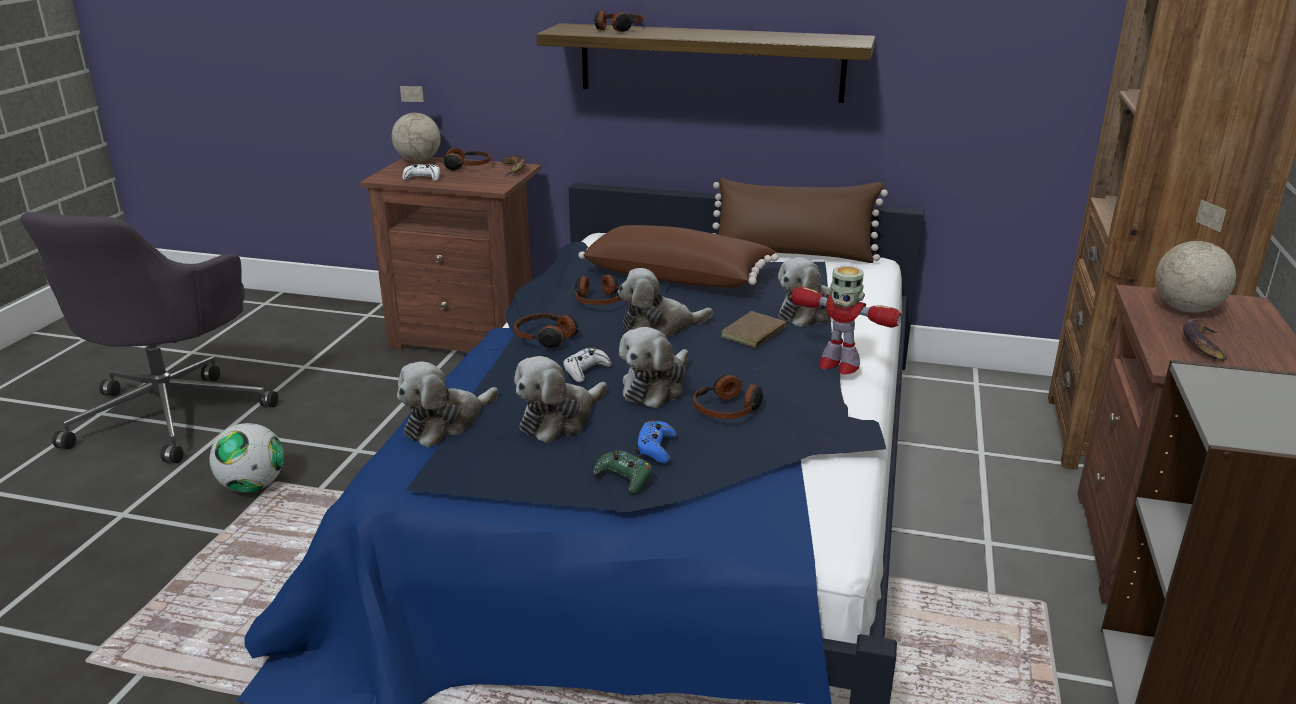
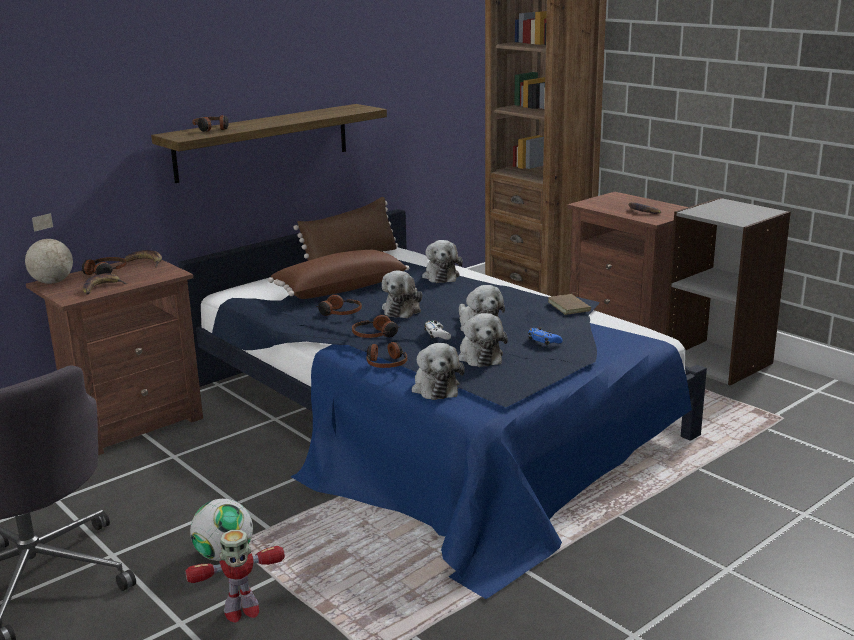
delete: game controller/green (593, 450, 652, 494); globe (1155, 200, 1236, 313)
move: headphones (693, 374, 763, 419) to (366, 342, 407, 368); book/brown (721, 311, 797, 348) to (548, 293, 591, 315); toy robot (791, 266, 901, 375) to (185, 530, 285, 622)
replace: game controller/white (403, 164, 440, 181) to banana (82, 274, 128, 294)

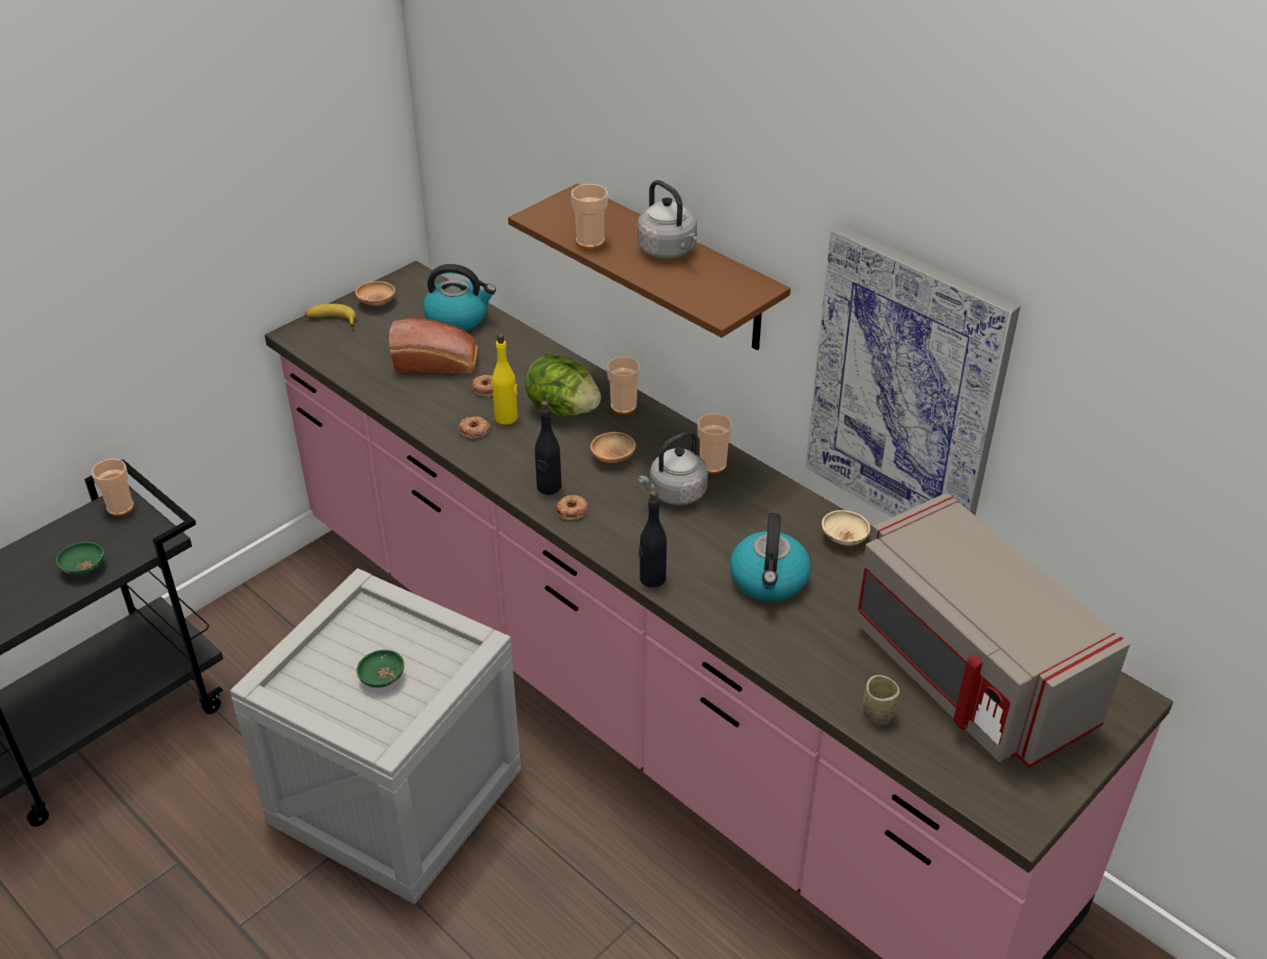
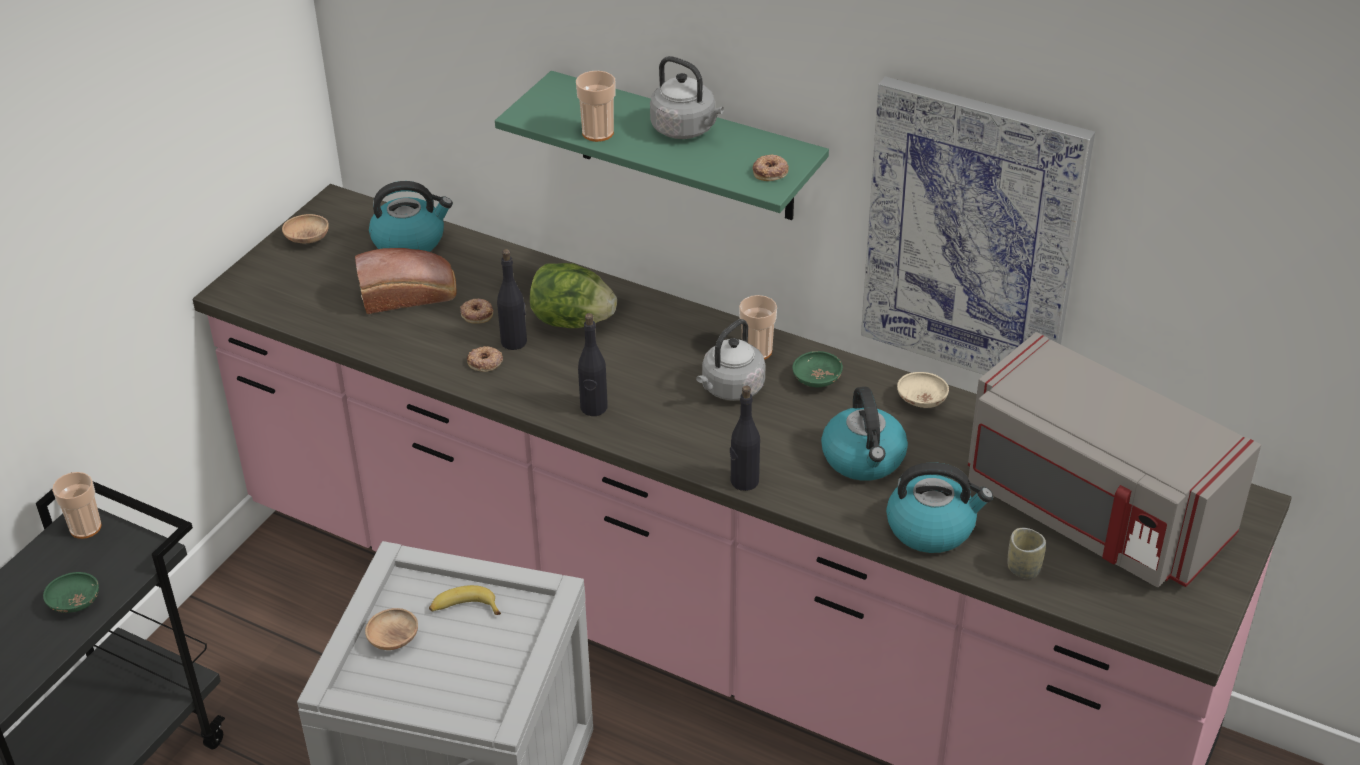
delete: cup (607, 357, 640, 414)
insert: kettle (886, 462, 993, 553)
move: banana (305, 304, 356, 327) to (429, 585, 501, 615); bowl/green (357, 650, 404, 688) to (792, 351, 843, 387); donut (556, 495, 588, 520) to (753, 154, 789, 181); bowl/brown (590, 432, 636, 463) to (365, 608, 418, 650)
recolor: bottle/yellow (492, 333, 518, 425) to bottle/black (497, 249, 527, 350); shelf/brown (508, 183, 791, 350) to shelf/green (495, 71, 829, 220)

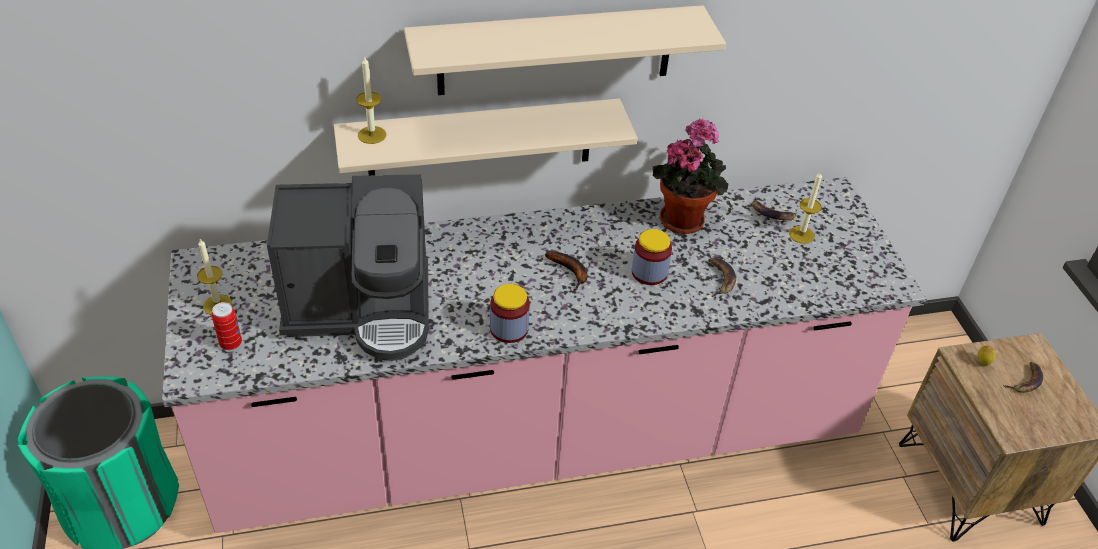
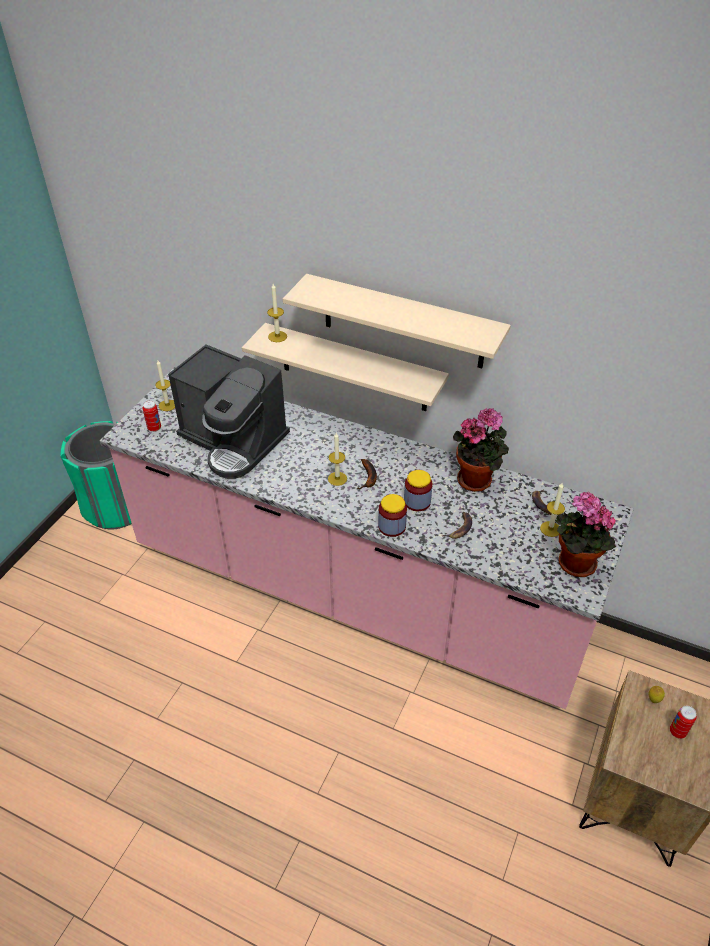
insert: candle (328, 433, 347, 486); potted plant (555, 492, 616, 577)
move: jar (490, 284, 530, 343) to (378, 494, 407, 537)
replace: banana (1003, 362, 1043, 393) to can (670, 705, 697, 739)

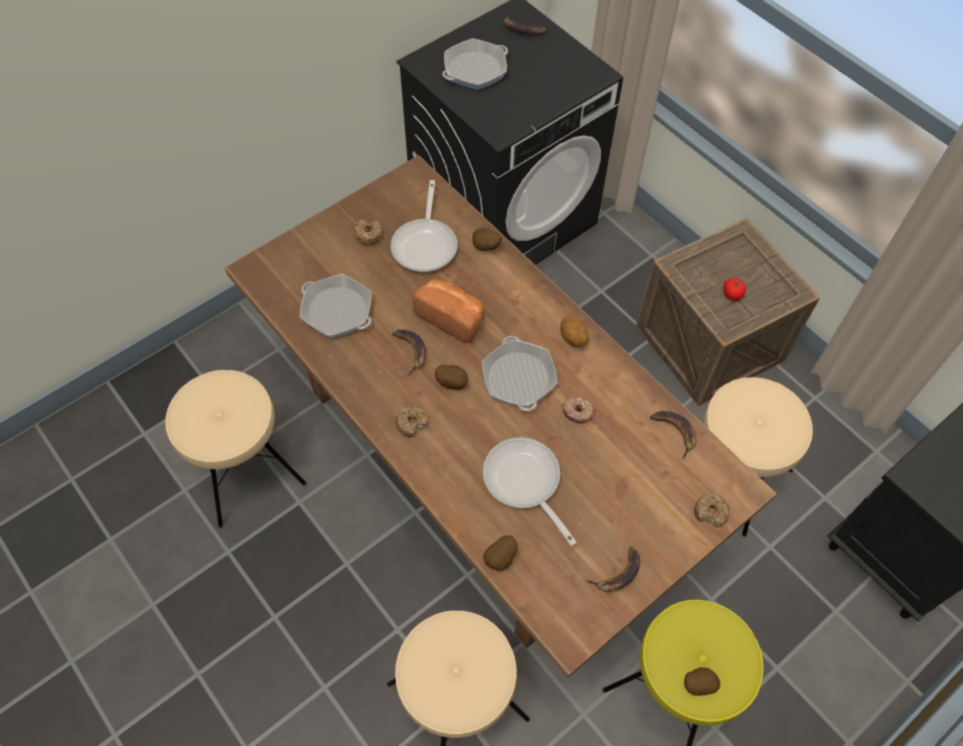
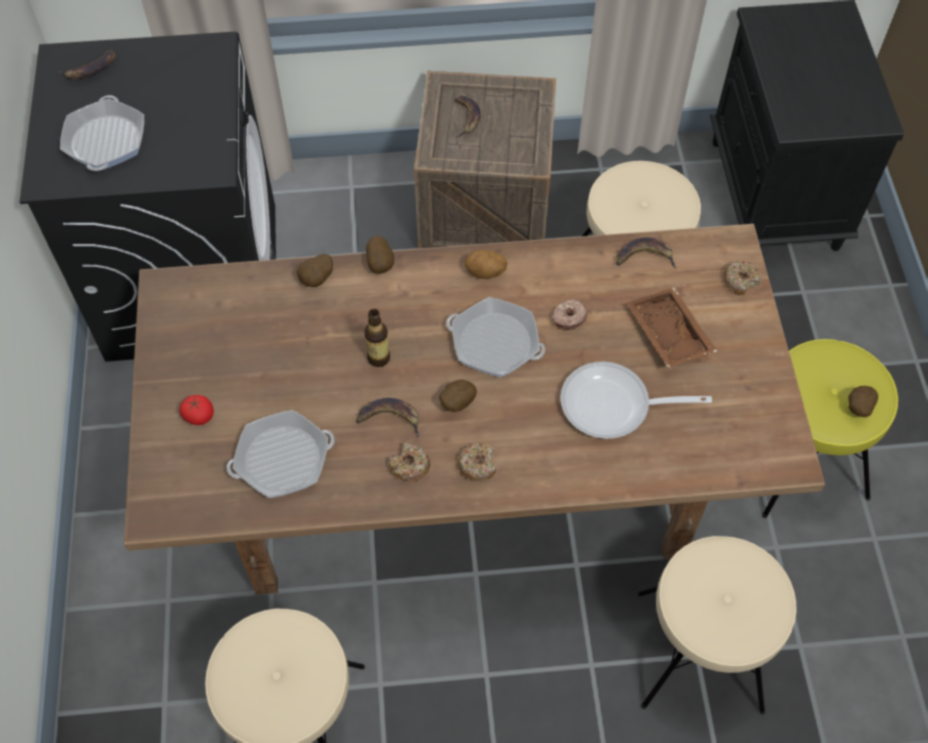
delete: frying pan (391, 180, 457, 272)
insert: tray/brown (626, 288, 717, 368)
move: donut (354, 219, 383, 245) to (389, 443, 430, 482); potato (483, 535, 518, 571) to (366, 236, 394, 274); banana (586, 547, 640, 592) to (455, 96, 481, 138); tomato (723, 278, 746, 301) to (179, 395, 214, 425)
replace: bread (412, 279, 485, 343) to bottle (364, 309, 390, 367)

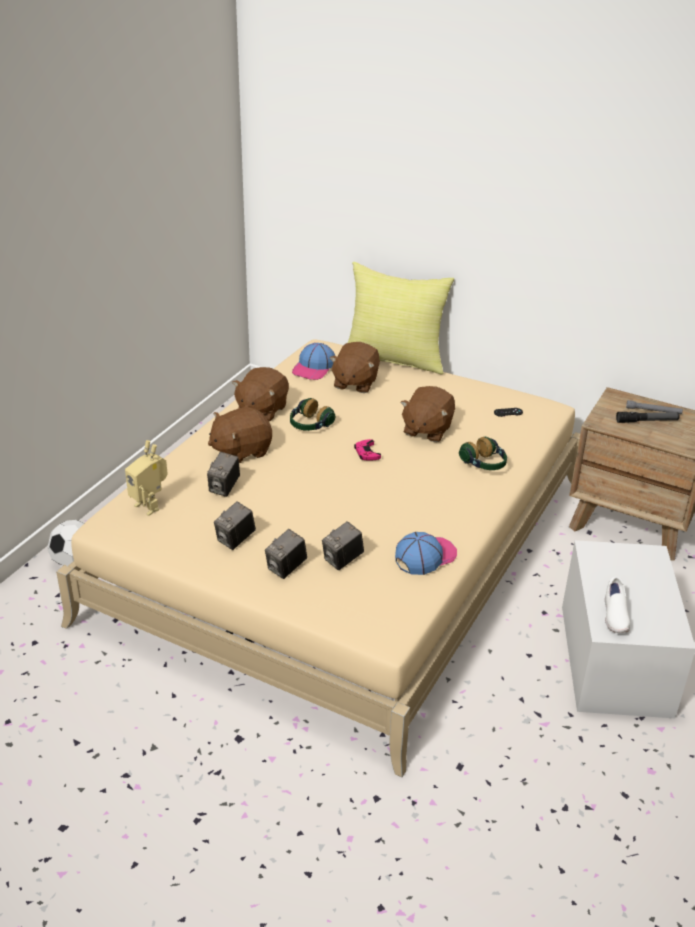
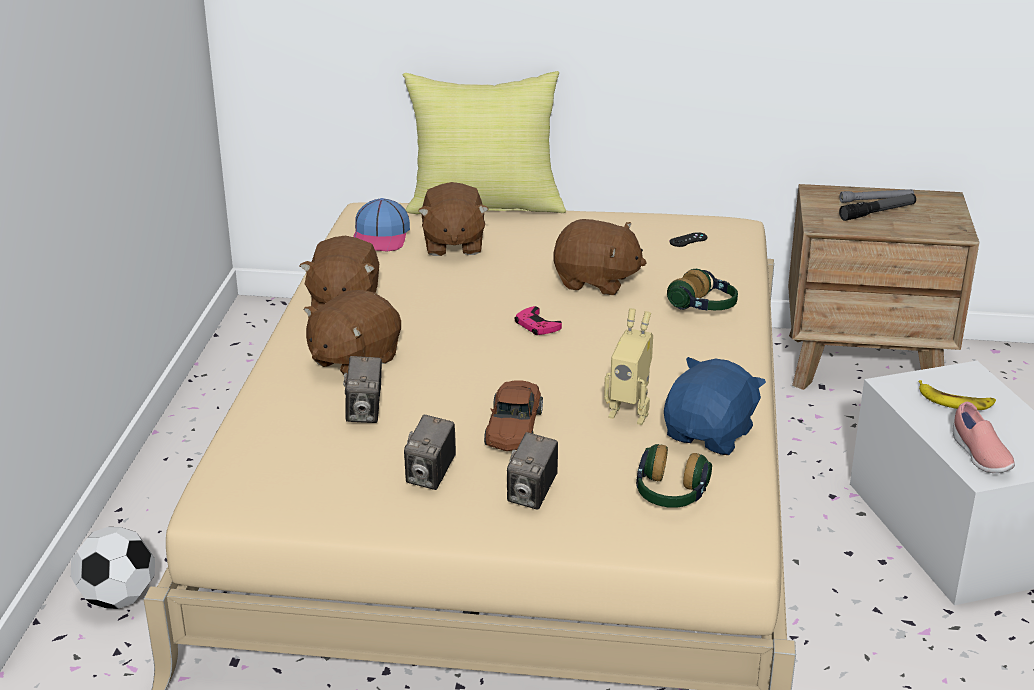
delete: photo camera (322, 521, 364, 570)
insert: toy car/brown (484, 380, 543, 451); banana (918, 380, 996, 410)
move: toy robot (125, 440, 168, 516) to (604, 308, 653, 425); headphones (290, 398, 335, 431) to (636, 444, 712, 508)
replace: cap (395, 532, 457, 575) to plush toy/blue (664, 357, 766, 455)
recolor: shoe/white (605, 577, 630, 633) to shoe/pink (952, 402, 1015, 473)
rotate: plush toy/brown (400, 386, 455, 442) = (553, 219, 647, 295) 75 degrees counterclockwise

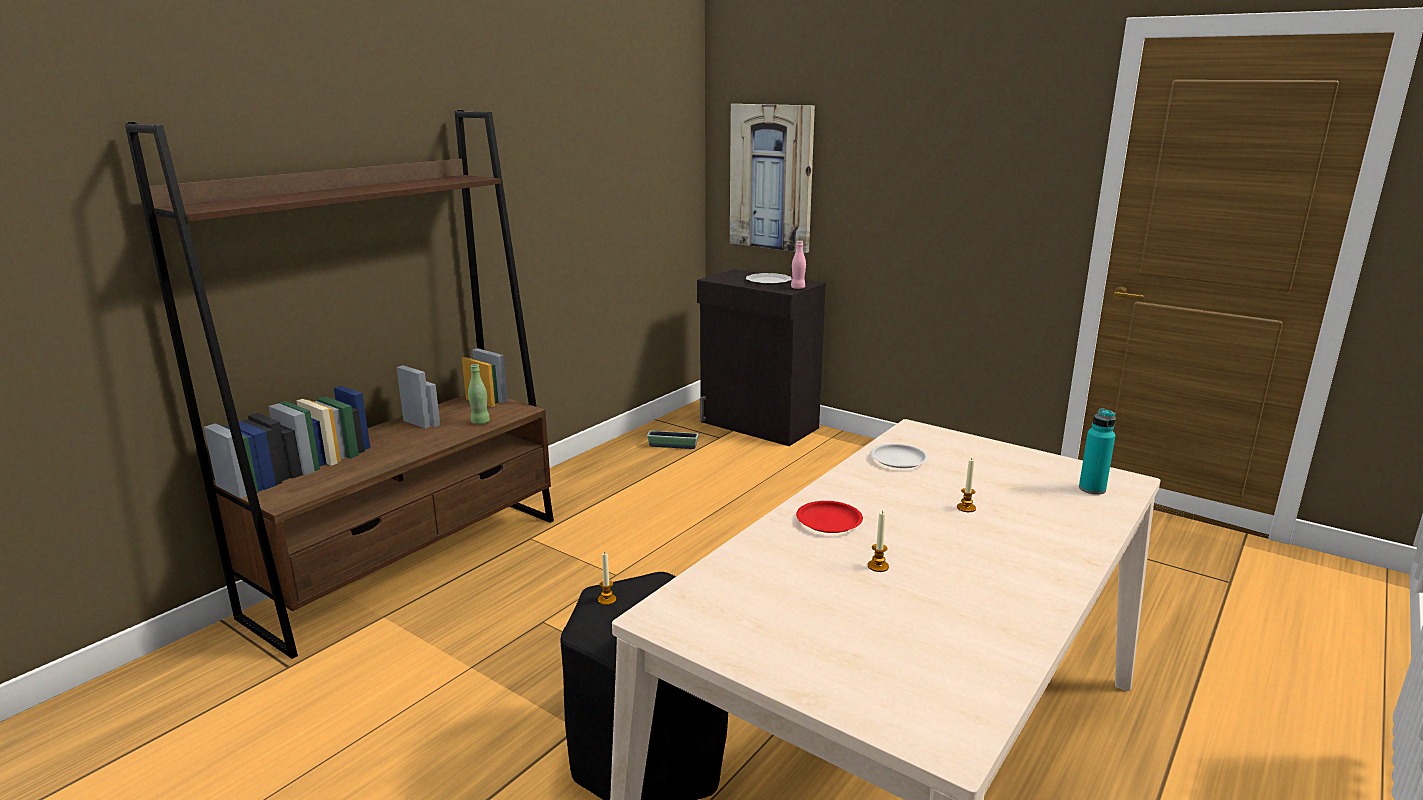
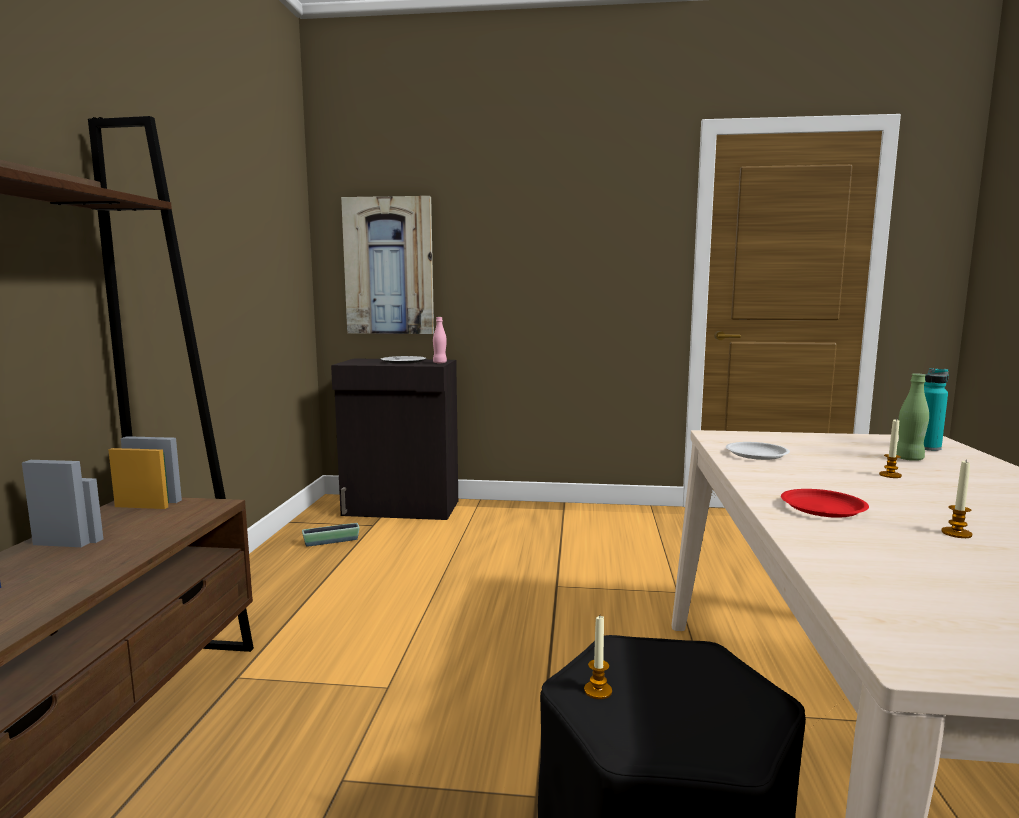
move: bottle/green (468, 364, 490, 424) to (896, 373, 929, 461)

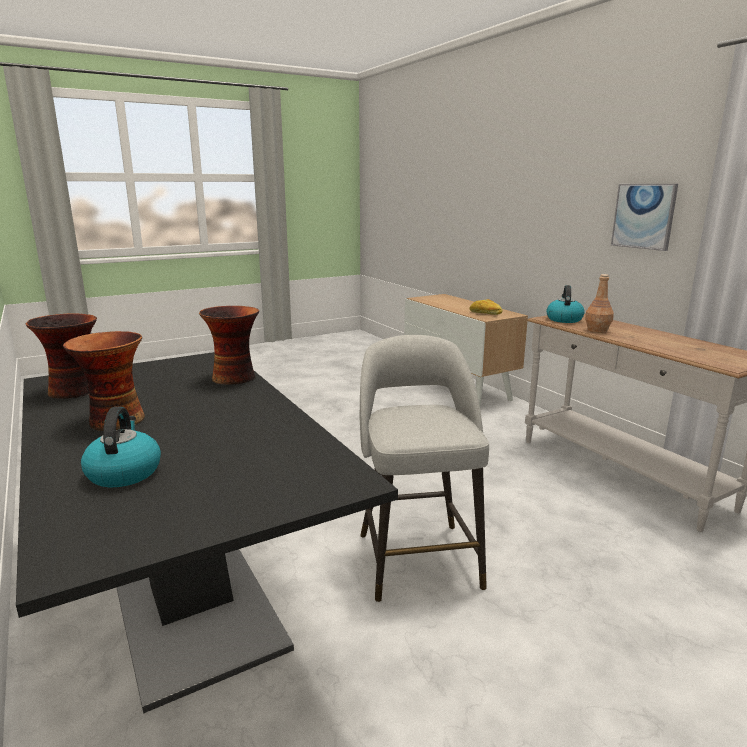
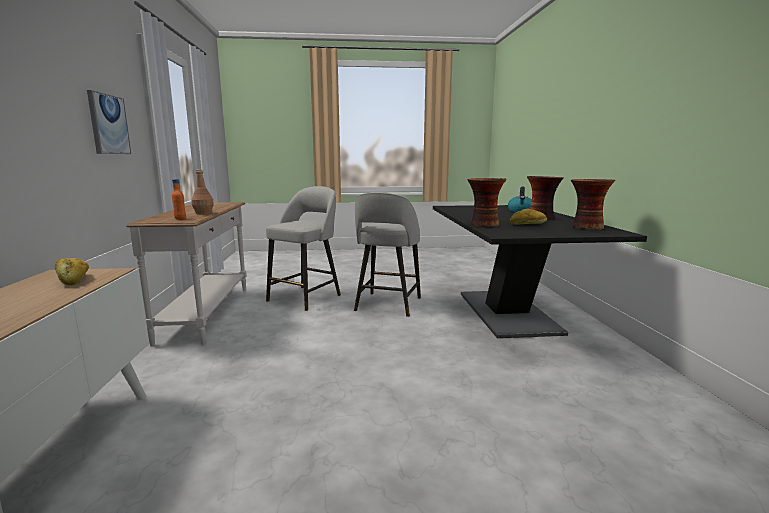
insert: stool/grey (266, 186, 341, 311); bread (510, 208, 547, 224)
replace: kettle (546, 285, 585, 323) to bottle/orange (172, 179, 186, 220)

